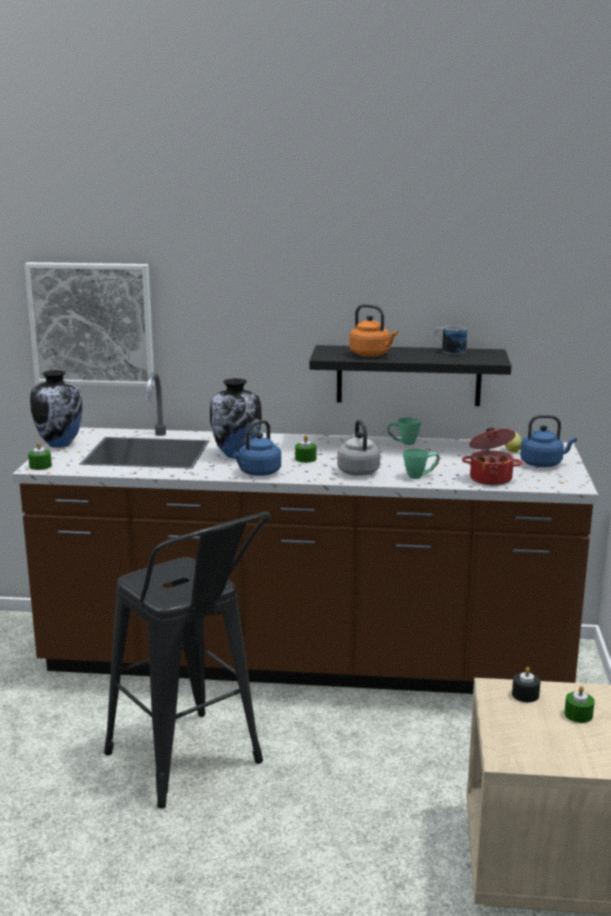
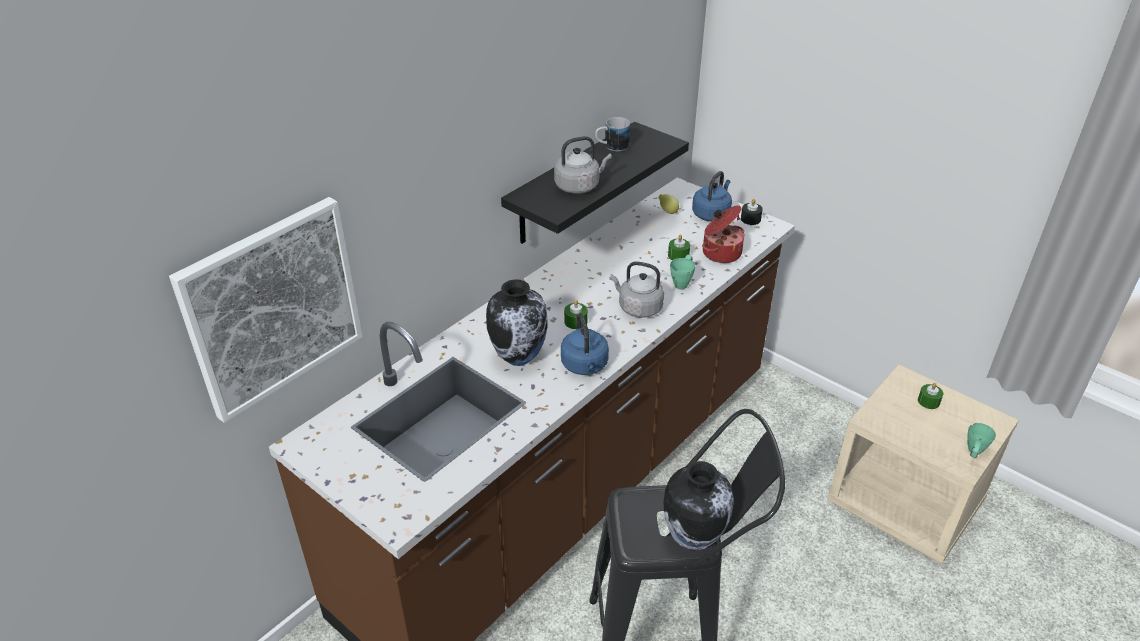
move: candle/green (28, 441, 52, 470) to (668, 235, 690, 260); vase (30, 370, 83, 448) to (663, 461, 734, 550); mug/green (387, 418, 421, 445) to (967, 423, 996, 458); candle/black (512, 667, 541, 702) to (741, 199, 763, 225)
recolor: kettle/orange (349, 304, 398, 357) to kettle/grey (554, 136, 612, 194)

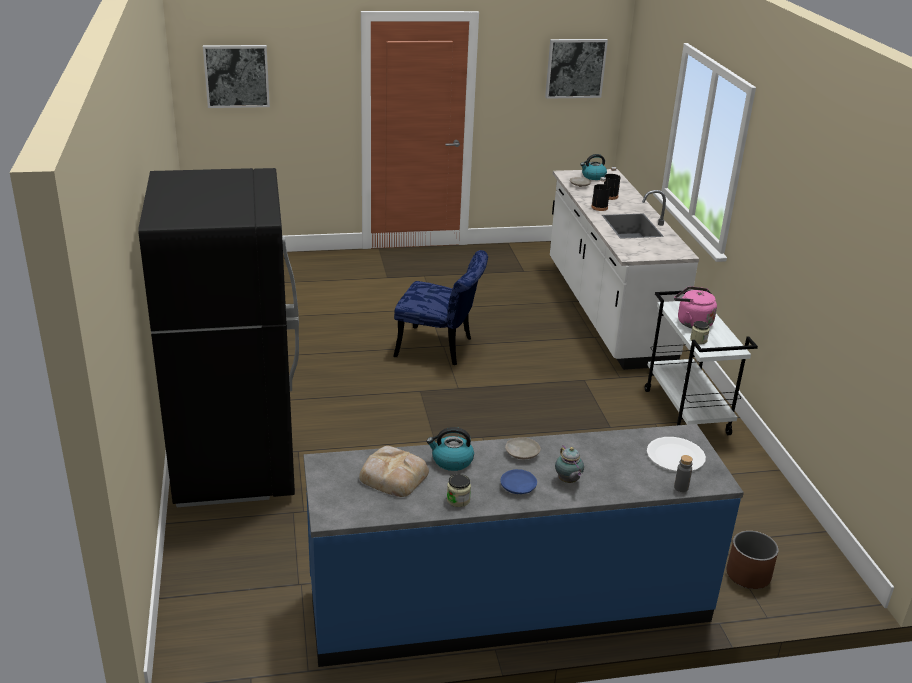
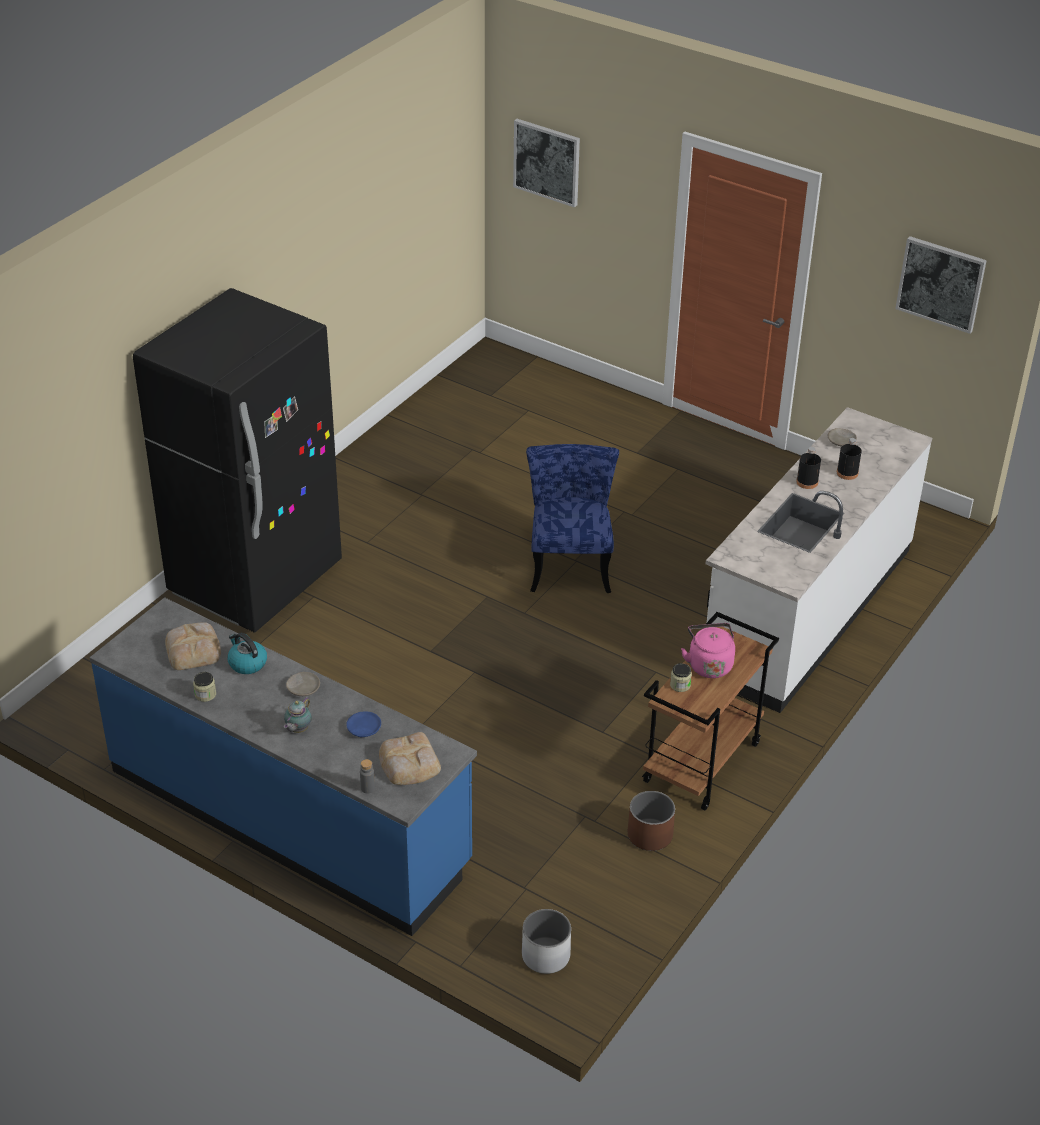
delete: kettle (580, 154, 607, 180)
insert: planter/white (522, 909, 571, 974)
move: plate/blue (500, 469, 537, 494) to (346, 711, 381, 737); planter/brown (727, 531, 778, 589) to (628, 791, 675, 851)
replace: plate/white (647, 437, 706, 472) to bread (379, 732, 441, 785)
recolor: cart/white (645, 290, 758, 435) to cart/brown (642, 612, 779, 810)
rotate: chair/blue (394, 250, 488, 365) = (526, 444, 619, 593) 150 degrees counterclockwise

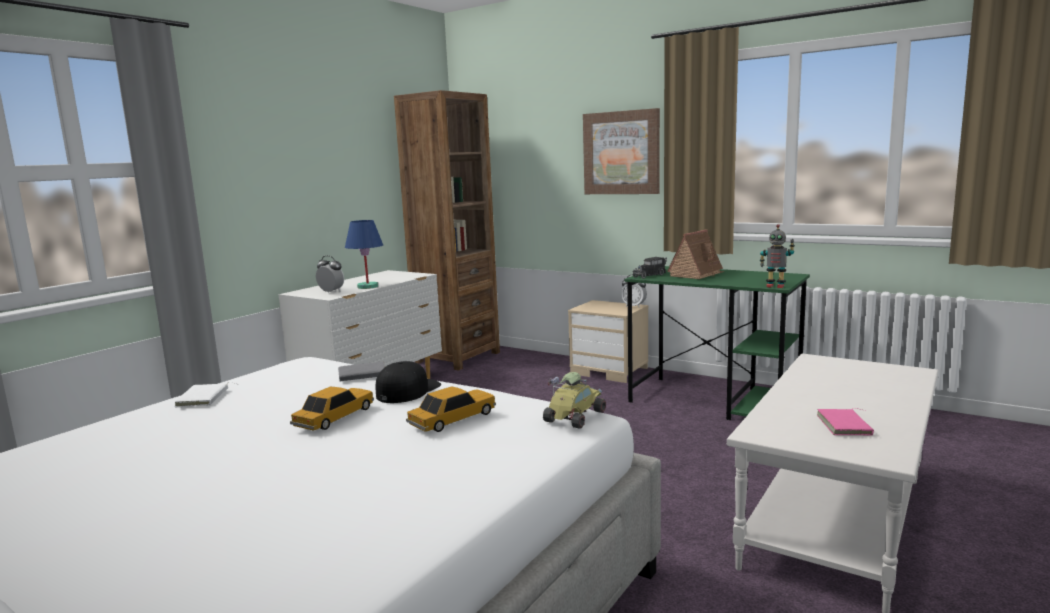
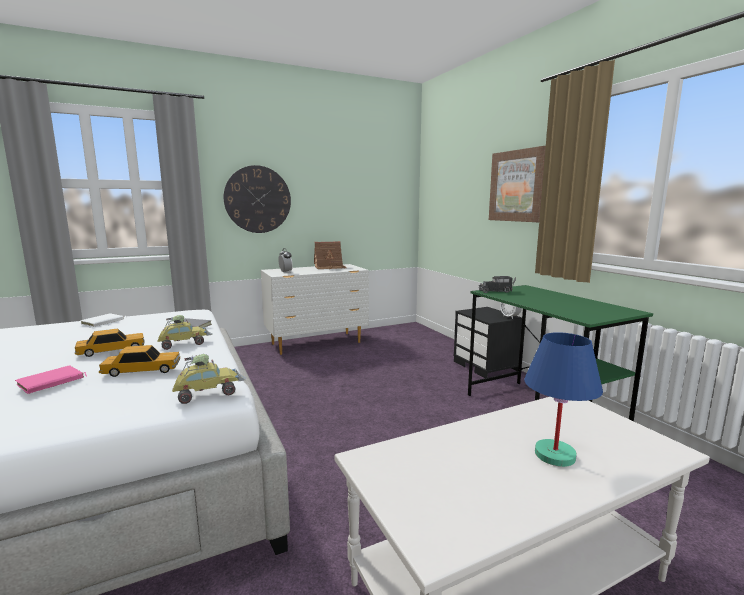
delete: bookcase/brown (394, 90, 500, 371); toy robot (760, 224, 795, 288)
insert: wall clock (224, 165, 291, 233)
move: table lamp/blue (345, 220, 383, 289) to (524, 332, 603, 467); toy house (667, 230, 724, 279) to (314, 241, 347, 269); book/pink (817, 408, 874, 436) to (15, 365, 87, 394)
replace: cap/black (376, 361, 441, 403) to toy car (157, 315, 213, 350)
recolor: nightstand/beige (568, 300, 648, 383) to nightstand/black (454, 307, 522, 378)

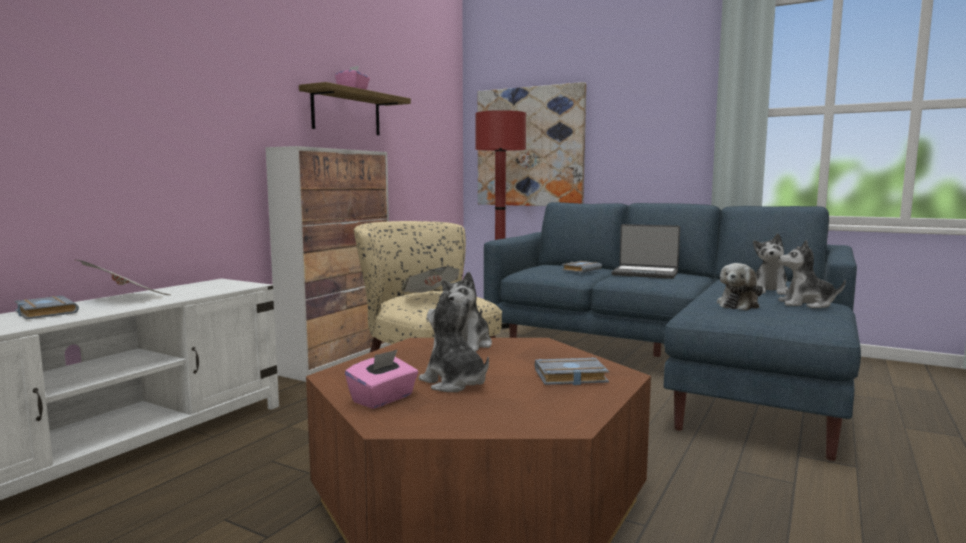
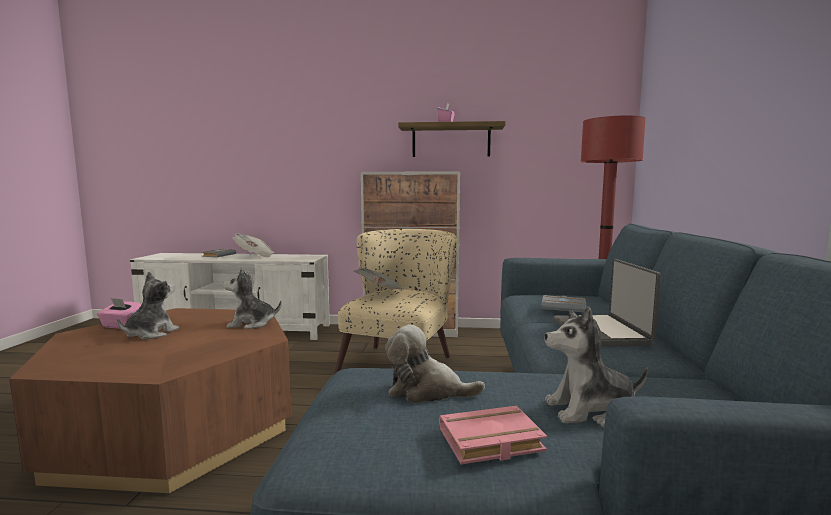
delete: picture (478, 82, 586, 206); book/grey (535, 358, 609, 385)
replace: plush toy (778, 240, 846, 308) to book/pink (439, 406, 547, 464)

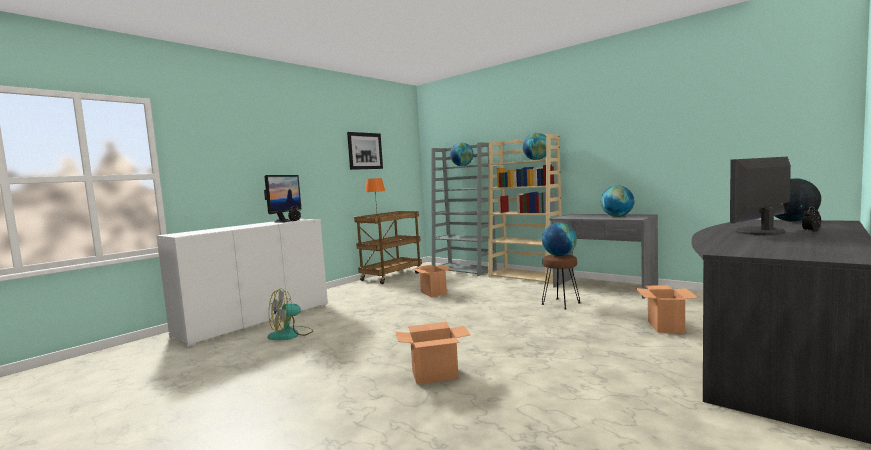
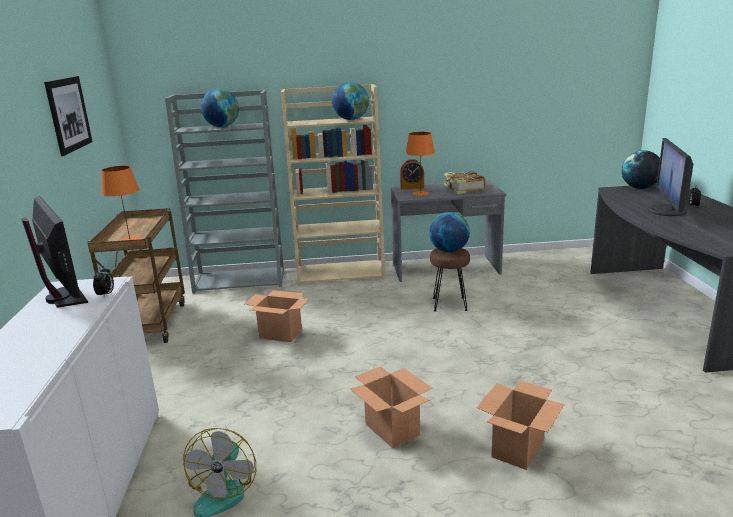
insert: alarm clock (400, 159, 424, 190); table lamp/orange (406, 132, 435, 196)
move: cardboard box (636, 286, 699, 333) to (350, 366, 433, 448)
replace: globe (601, 186, 634, 217) to book (444, 171, 486, 194)

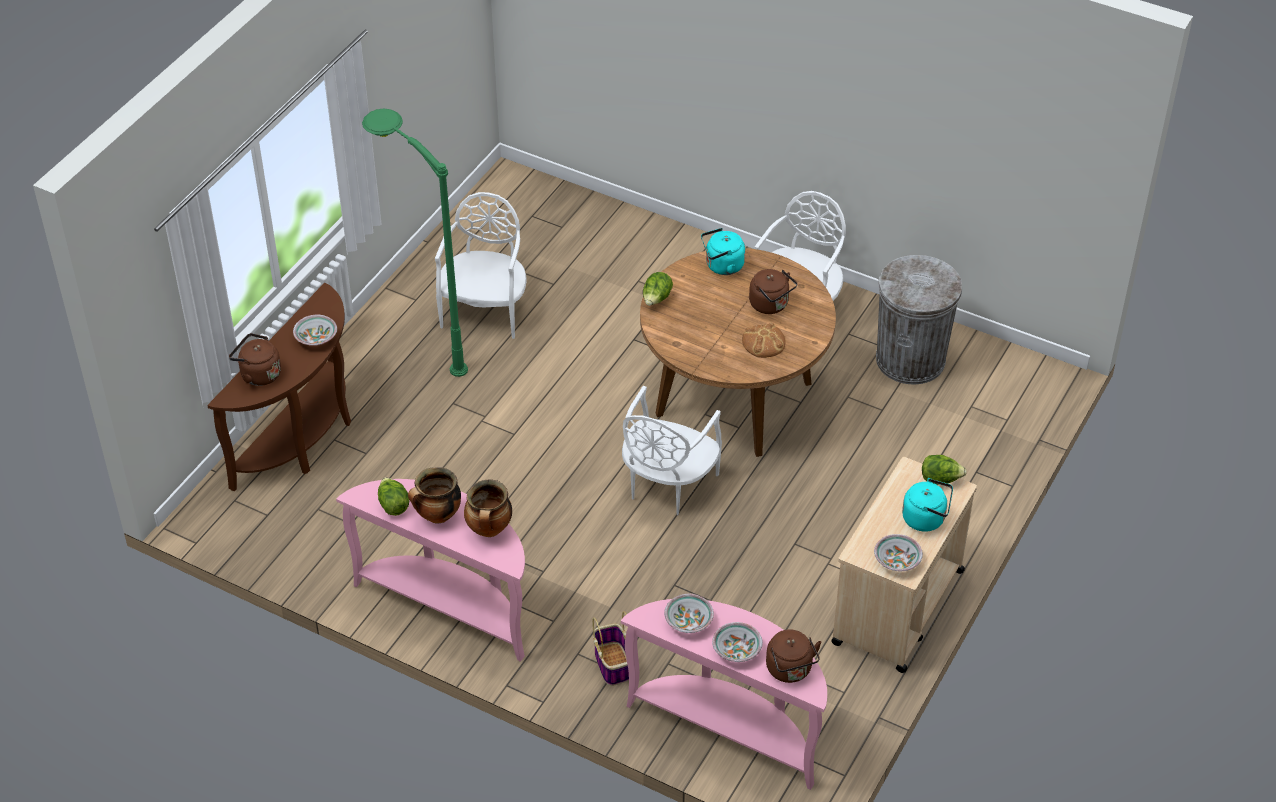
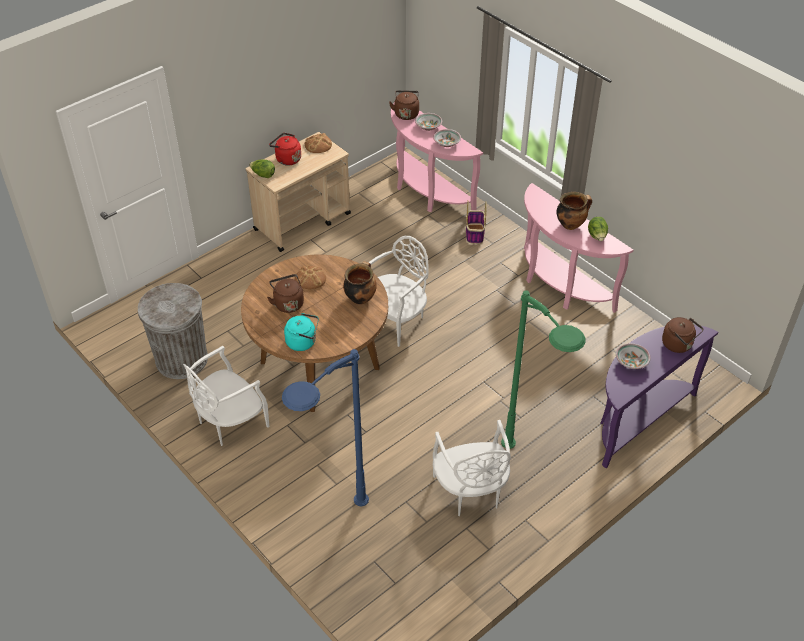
delete: lettuce (643, 272, 673, 306)
insert: floor lamp/blue (282, 349, 369, 506)
move: cooking pot (464, 480, 512, 537) to (343, 261, 377, 305)
replace: bowl (874, 534, 923, 571) to bread (305, 133, 332, 153)
recolor: console table/brown (207, 283, 351, 491) to console table/purple (600, 325, 718, 468); kettle/turquoise (902, 478, 953, 532) to kettle/red (269, 133, 301, 166)
rotate: chair/white (435, 192, 527, 339) = (433, 420, 511, 516) 45 degrees counterclockwise

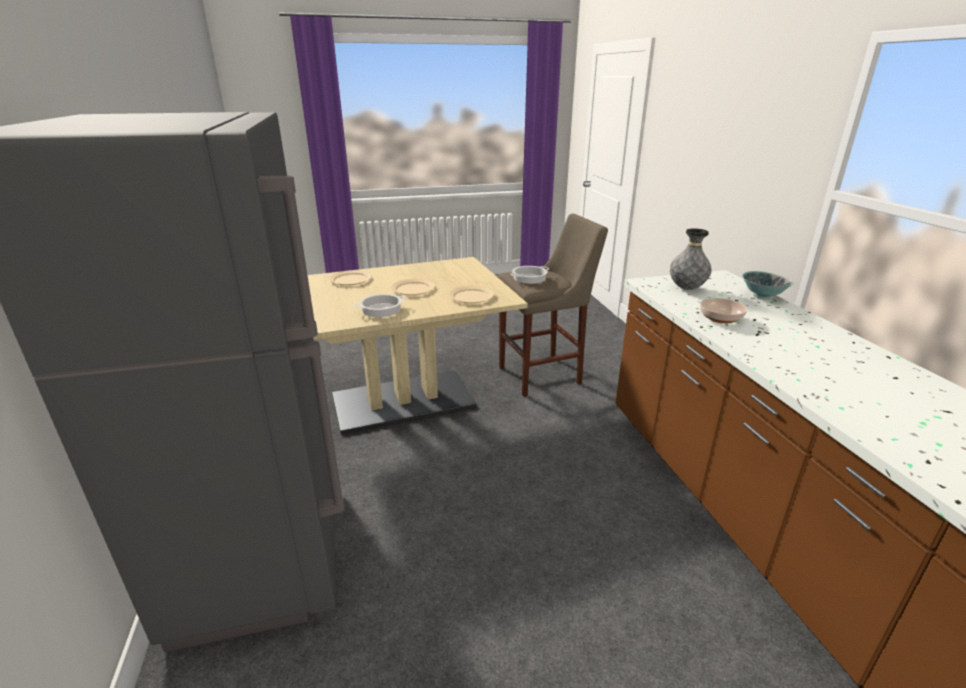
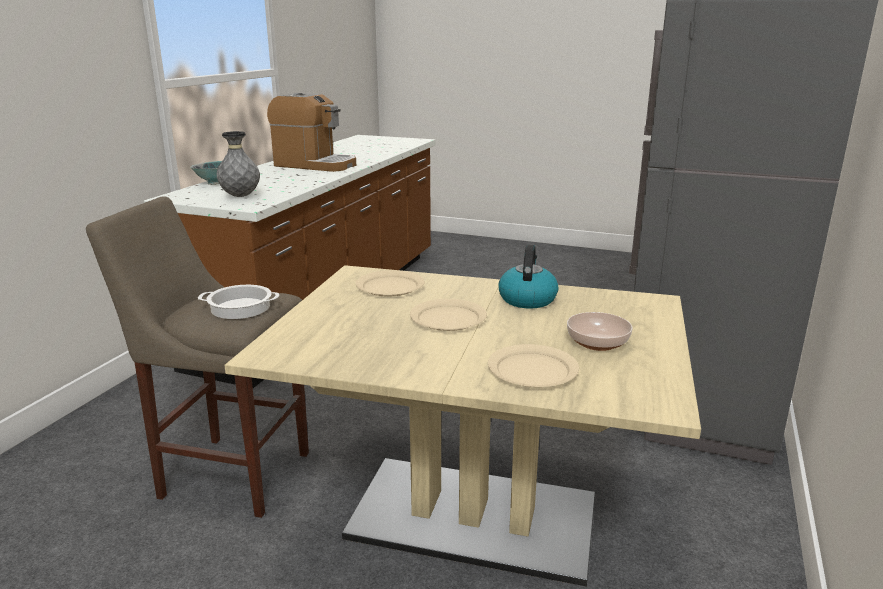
insert: coffee machine (267, 93, 356, 172)
move: bowl (700, 298, 747, 324) to (567, 312, 633, 351)
replace: cooking pot (353, 294, 407, 317) to kettle (499, 244, 558, 309)

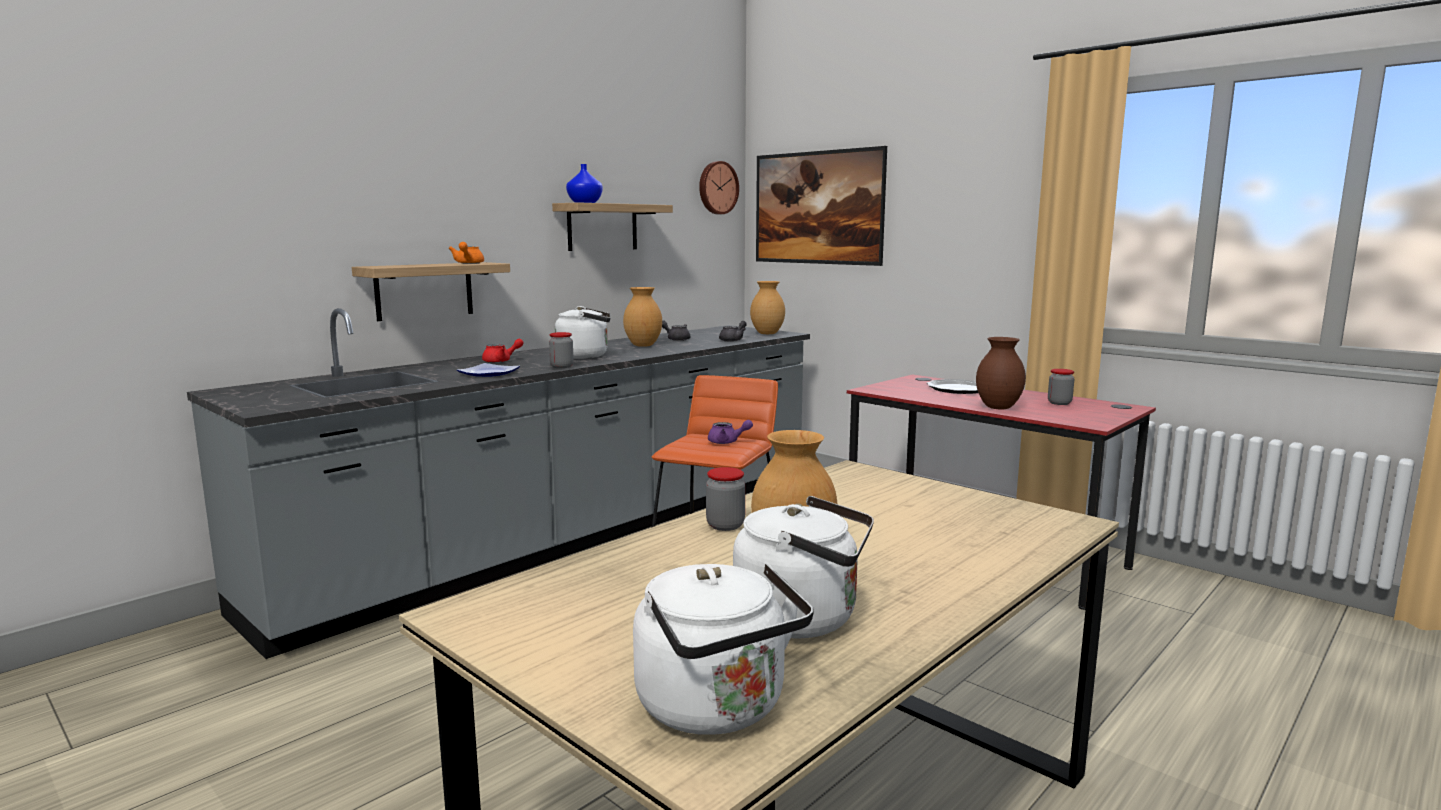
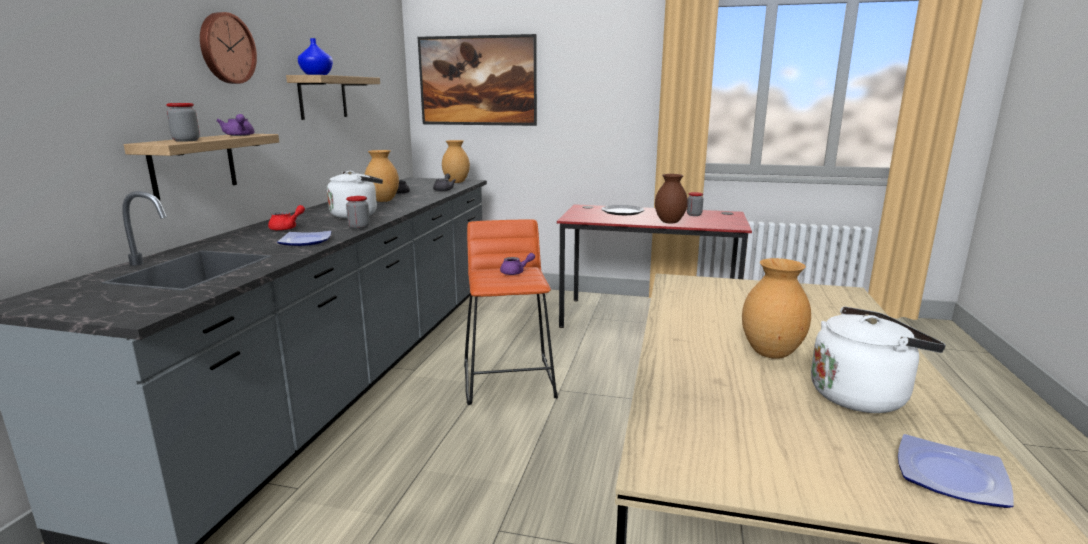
move: wall clock (699, 161, 739, 214) to (200, 12, 257, 84); jar (706, 467, 745, 531) to (166, 103, 200, 142)
replace: kettle/white (633, 563, 813, 735) to plate (898, 434, 1014, 508)
recolor: teapot/orange (448, 242, 484, 264) to teapot/purple (216, 114, 255, 136)

